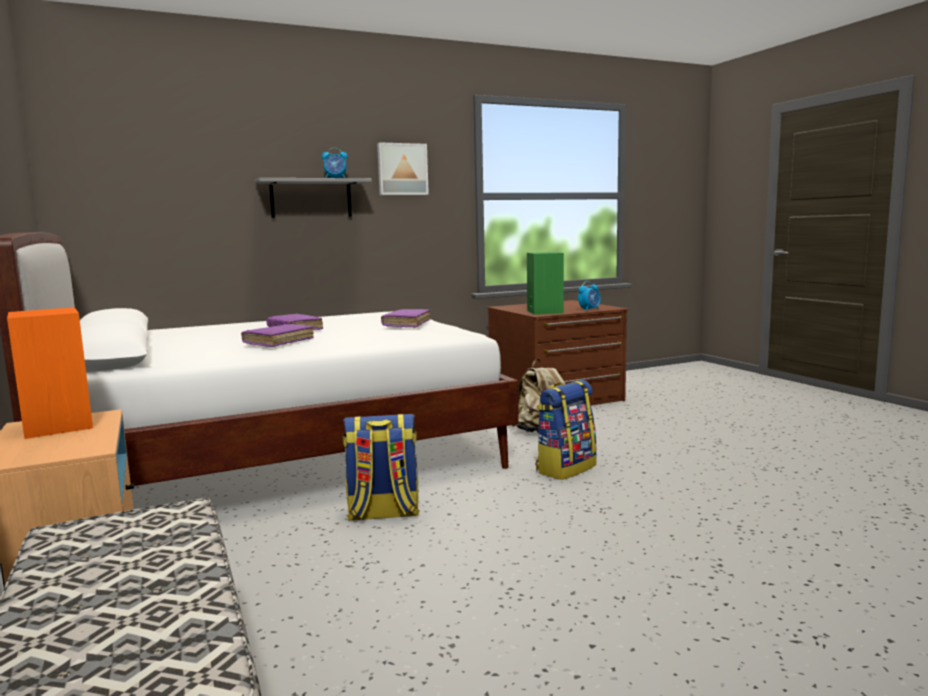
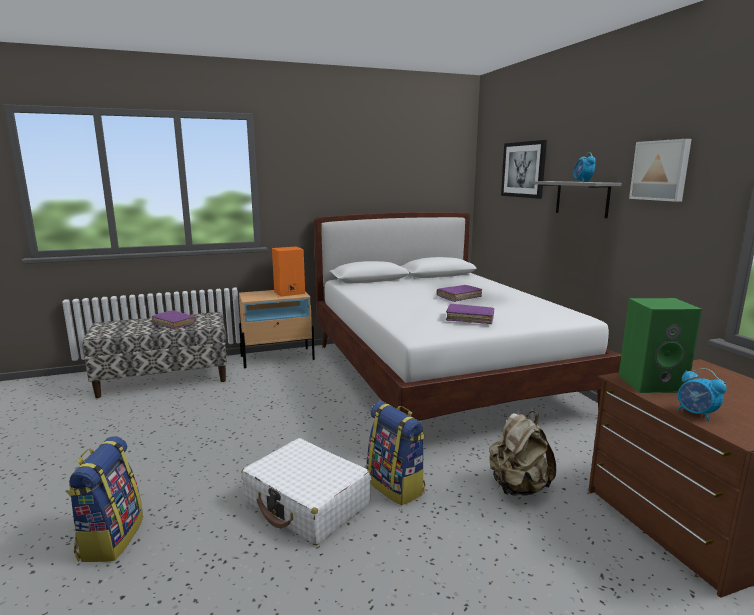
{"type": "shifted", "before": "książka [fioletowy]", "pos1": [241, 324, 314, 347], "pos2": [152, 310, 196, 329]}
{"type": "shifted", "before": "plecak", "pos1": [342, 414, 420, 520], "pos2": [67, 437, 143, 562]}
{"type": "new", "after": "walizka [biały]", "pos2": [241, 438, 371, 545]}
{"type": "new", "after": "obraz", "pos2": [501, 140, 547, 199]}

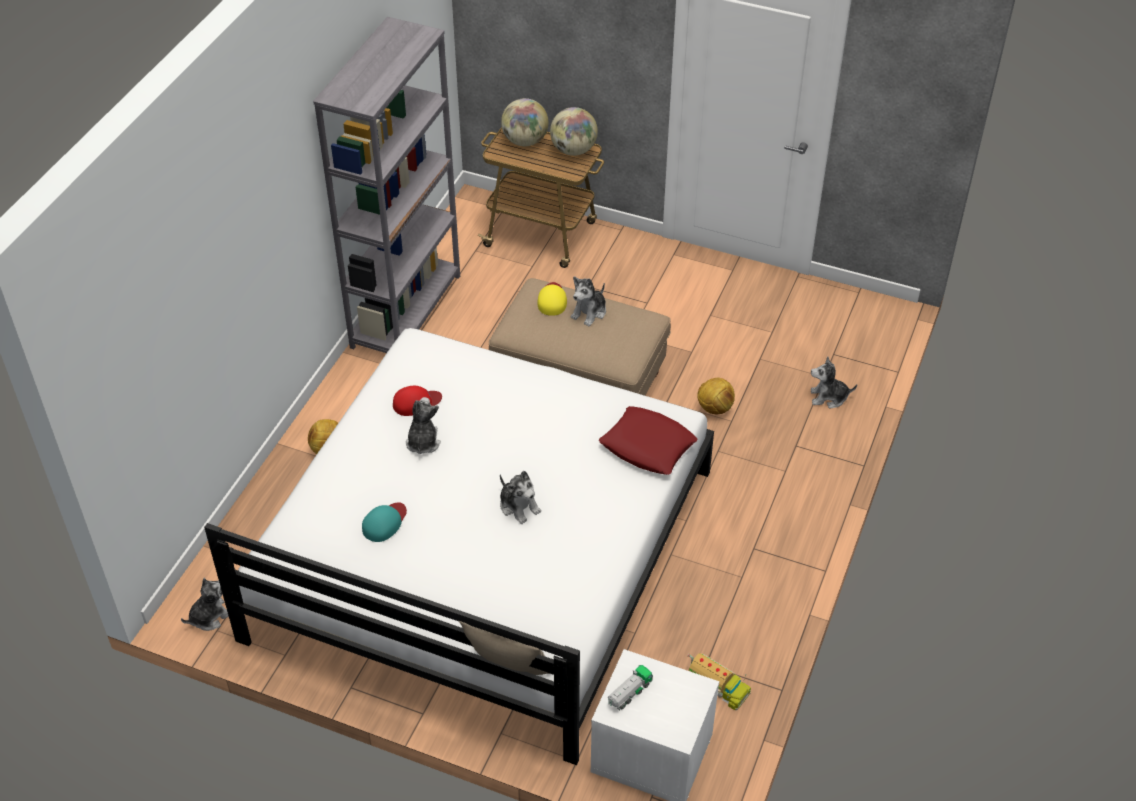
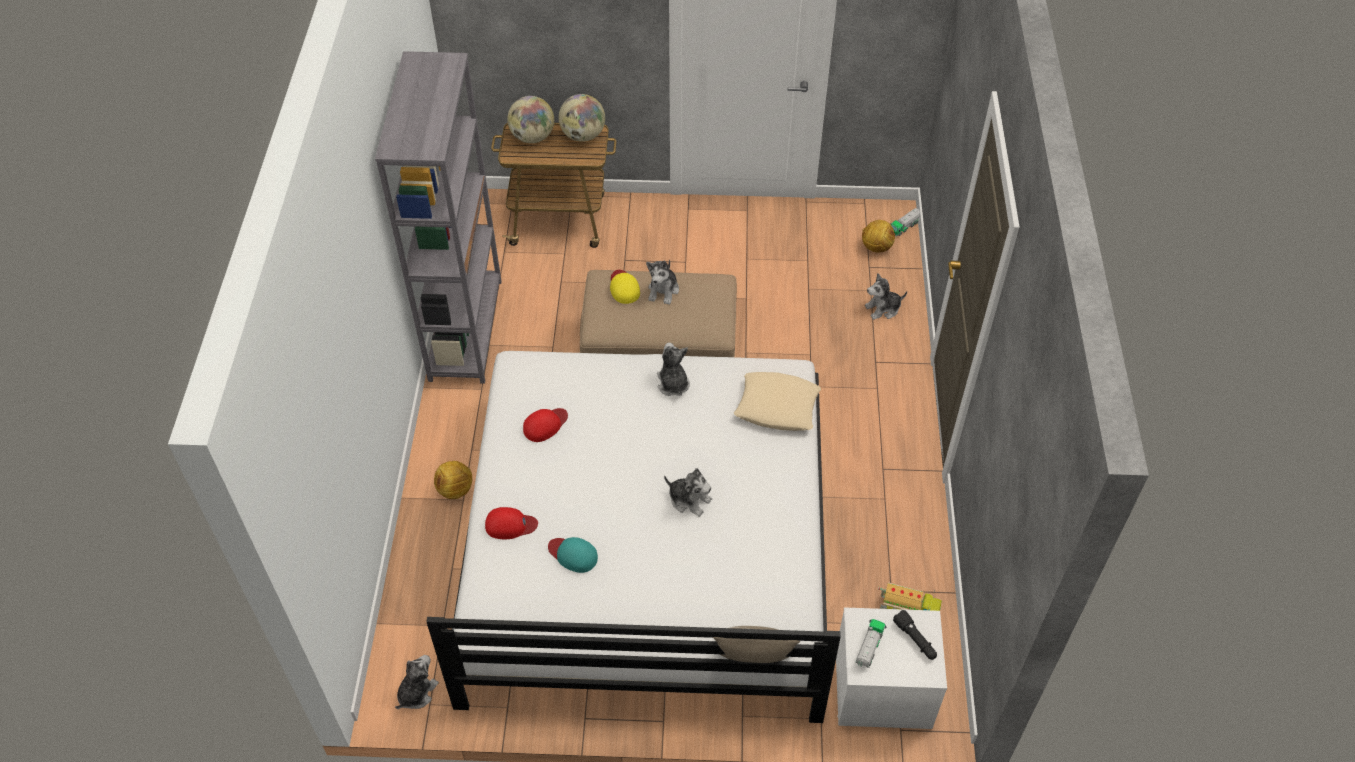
{"type": "rotated", "before": "czapka z daszkiem [turkusowy]", "pos1": [362, 502, 407, 542], "pos2": [548, 537, 598, 573], "turn": -75}
{"type": "shifted", "before": "pluszak", "pos1": [406, 397, 441, 454], "pos2": [657, 343, 690, 396]}
{"type": "repainted", "before": "poduszka [czerwony]", "after": "poduszka [beżowy]", "pos1": [599, 406, 698, 475], "pos2": [734, 372, 821, 431]}
{"type": "shifted", "before": "piłka futbolowa", "pos1": [697, 378, 735, 415], "pos2": [862, 220, 895, 253]}
{"type": "new", "after": "czapka z daszkiem [czerwony]", "pos2": [485, 507, 538, 539]}
{"type": "new", "after": "ciężarówka zabawkowa", "pos2": [890, 208, 920, 237]}
{"type": "new", "after": "latarka [czarny]", "pos2": [893, 610, 937, 660]}

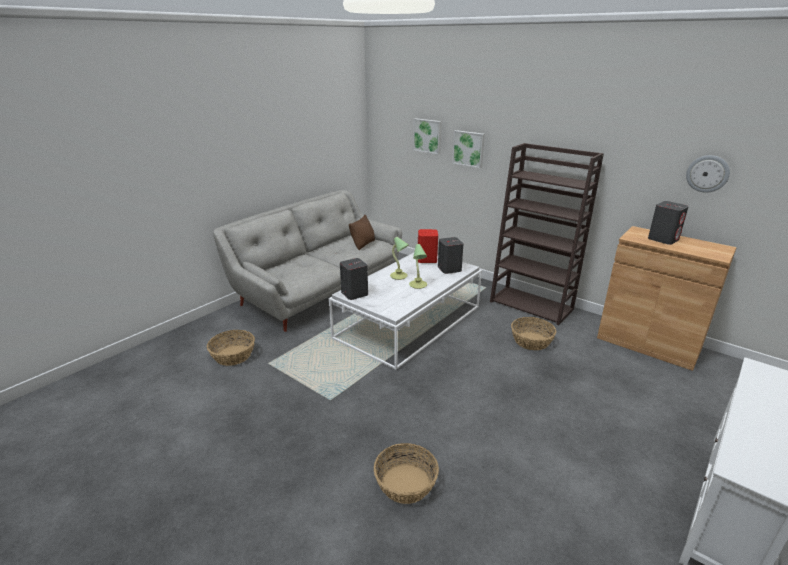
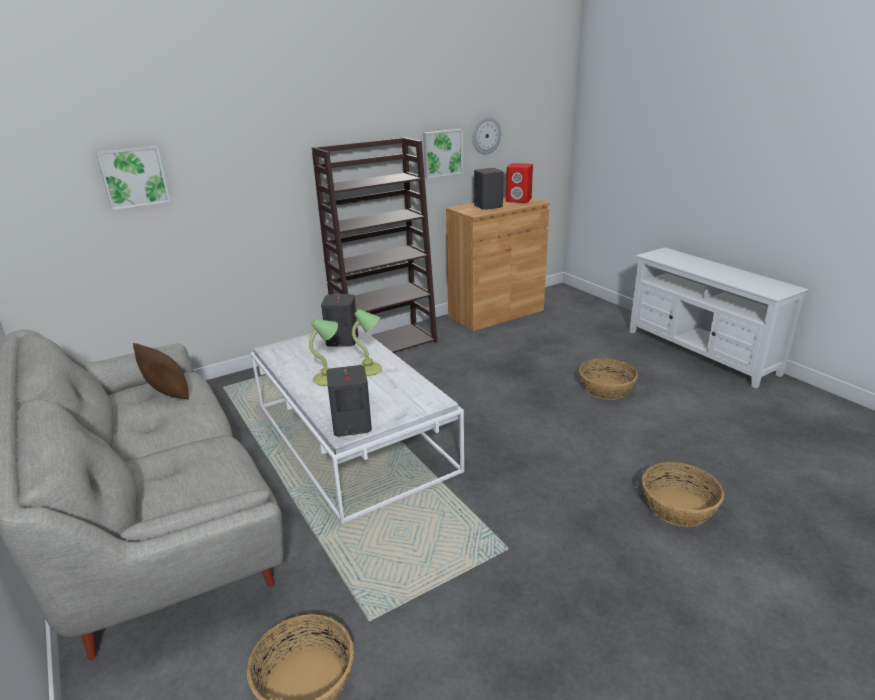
{"type": "shifted", "before": "głośnik [czerwony]", "pos1": [418, 229, 438, 263], "pos2": [506, 163, 533, 203]}
{"type": "shifted", "before": "obraz", "pos1": [452, 130, 485, 168], "pos2": [423, 129, 463, 179]}
{"type": "shifted", "before": "koszyk", "pos1": [511, 317, 556, 350], "pos2": [579, 358, 638, 400]}

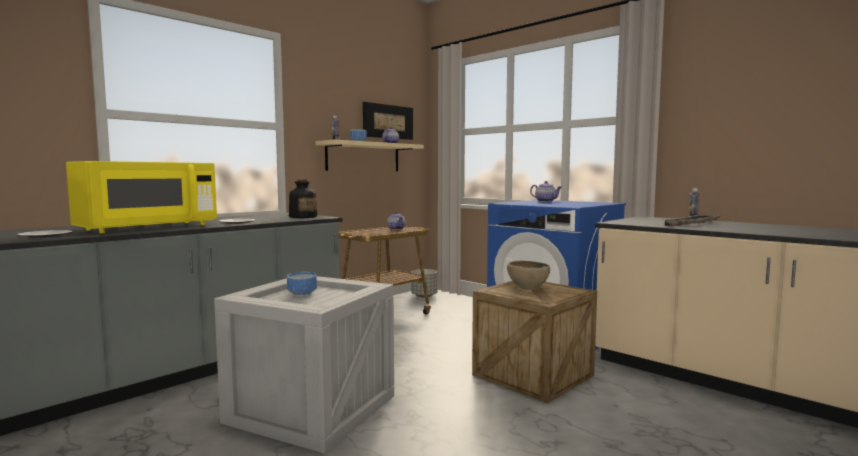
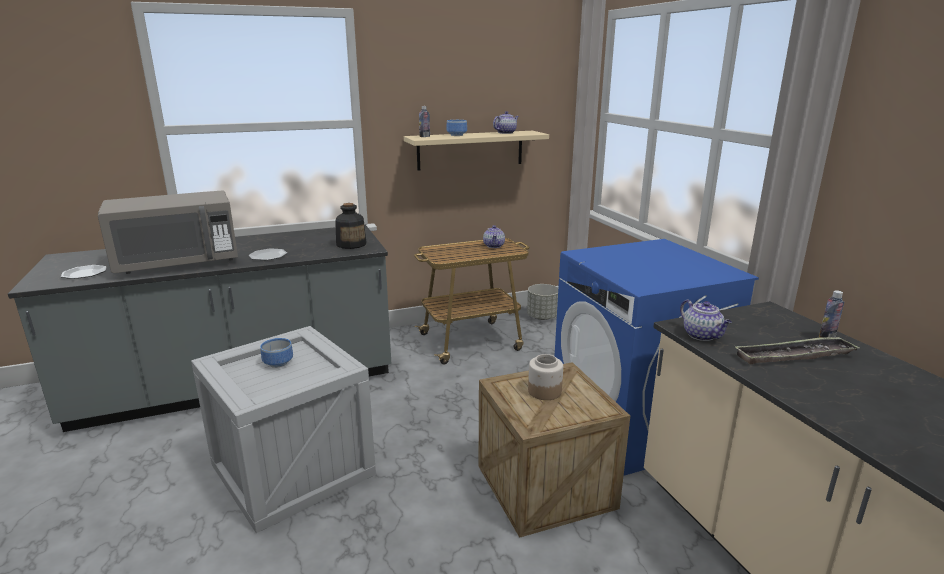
{"type": "repainted", "before": "mikrofalówka [żółty]", "after": "mikrofalówka [szary]", "pos1": [66, 161, 217, 233], "pos2": [98, 190, 238, 274]}
{"type": "gone", "before": "obraz", "pos1": [363, 102, 413, 140]}
{"type": "swapped", "before": "miska [brązowy]", "after": "słoik", "pos1": [507, 261, 550, 290], "pos2": [528, 354, 563, 400]}
{"type": "shifted", "before": "imbryk", "pos1": [530, 181, 561, 202], "pos2": [680, 300, 732, 341]}

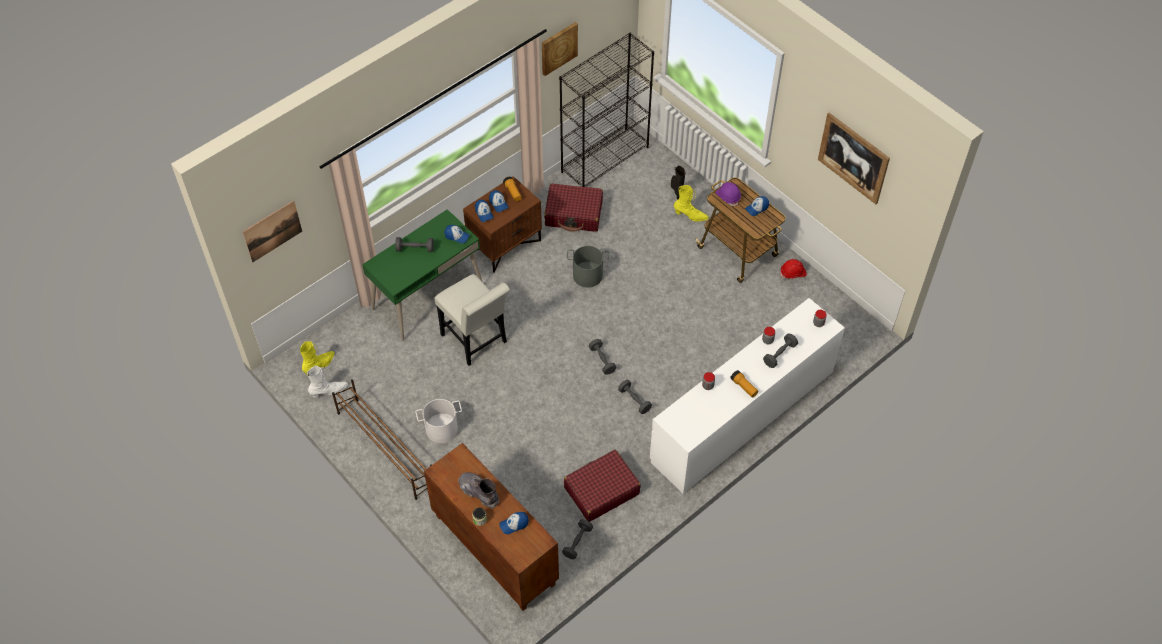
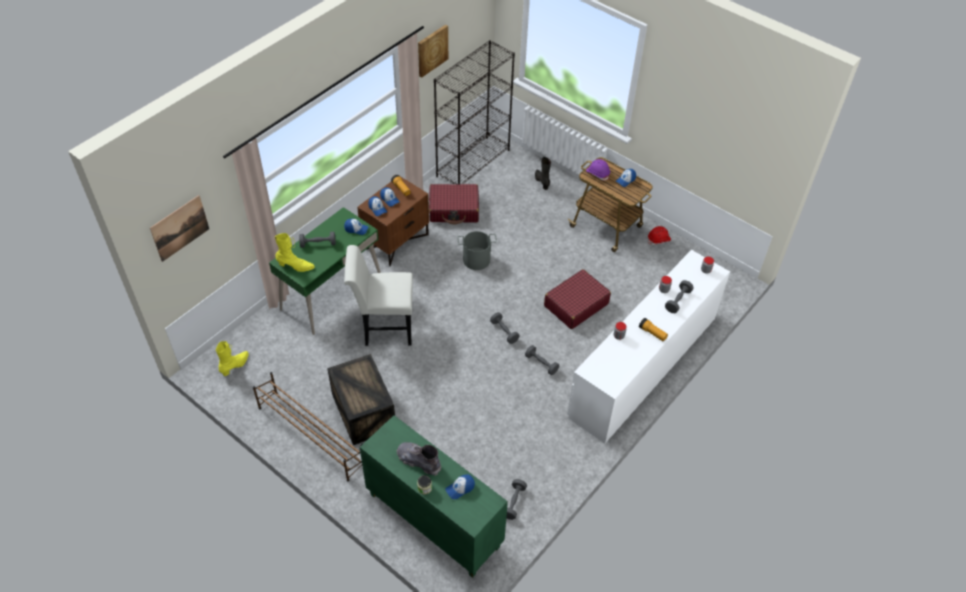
{"type": "gone", "before": "but z cholewką [biały]", "pos1": [307, 366, 348, 398]}
{"type": "swapped", "before": "wiadro [biały]", "after": "skrzynka", "pos1": [415, 399, 462, 443], "pos2": [327, 354, 395, 445]}
{"type": "repainted", "before": "szafka [brązowy]", "after": "szafka [zielony]", "pos1": [424, 443, 559, 611], "pos2": [360, 415, 508, 578]}
{"type": "rotated", "before": "krzesło [biały]", "pos1": [434, 274, 510, 366], "pos2": [344, 245, 413, 346], "turn": 135}
{"type": "shifted", "before": "walizka [czerwony]", "pos1": [564, 450, 641, 522], "pos2": [544, 269, 611, 329]}
{"type": "shifted", "before": "but z cholewką [żółty]", "pos1": [674, 185, 709, 222], "pos2": [275, 233, 315, 272]}
{"type": "gone", "before": "obraz", "pos1": [818, 113, 890, 204]}

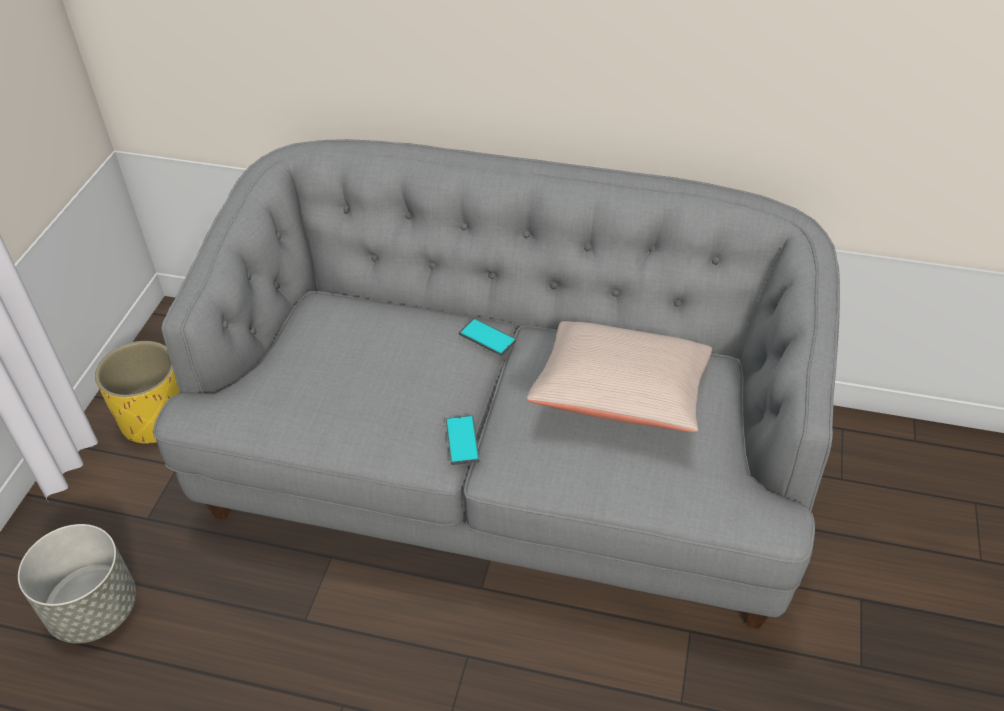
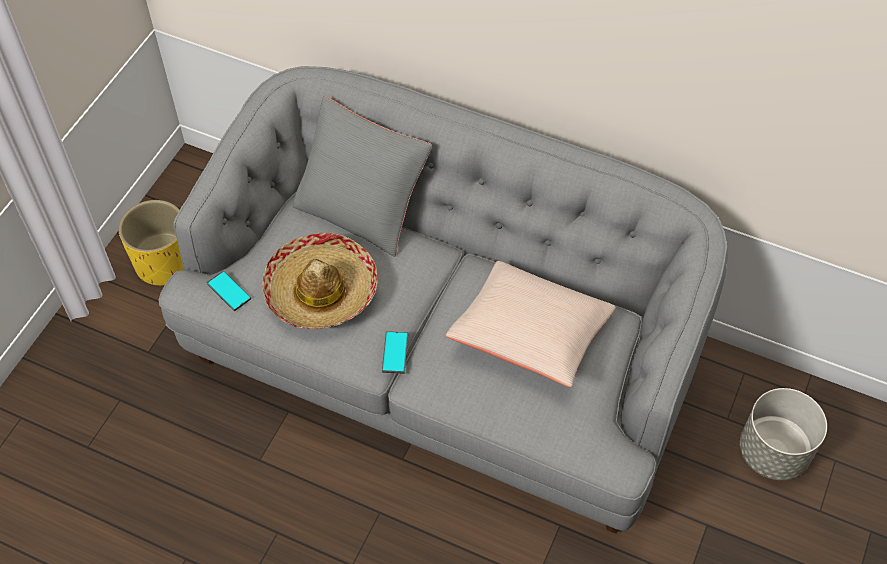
{"type": "shifted", "before": "donica [szary]", "pos1": [18, 524, 136, 644], "pos2": [740, 388, 827, 480]}
{"type": "shifted", "before": "telefon", "pos1": [459, 318, 516, 356], "pos2": [207, 271, 251, 311]}
{"type": "new", "after": "kapelusz", "pos2": [262, 233, 378, 329]}
{"type": "new", "after": "poduszka [szary]", "pos2": [293, 96, 432, 257]}

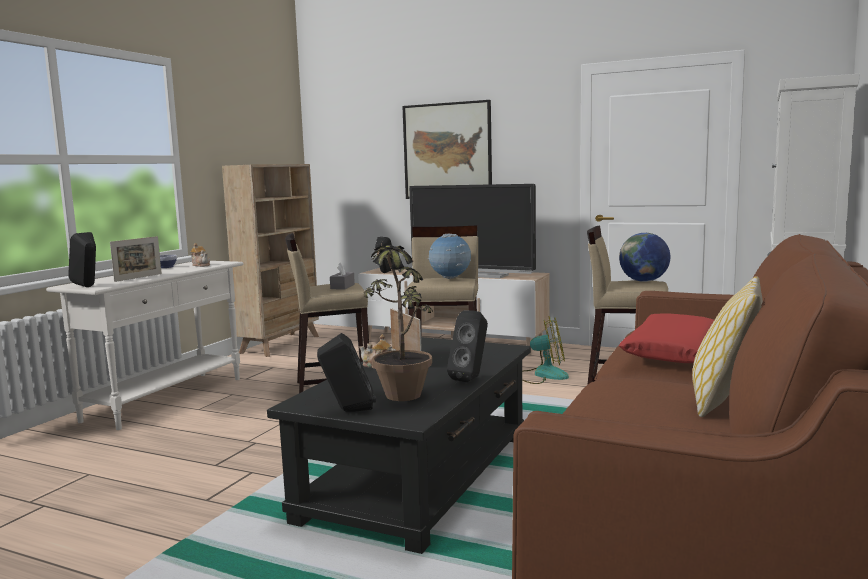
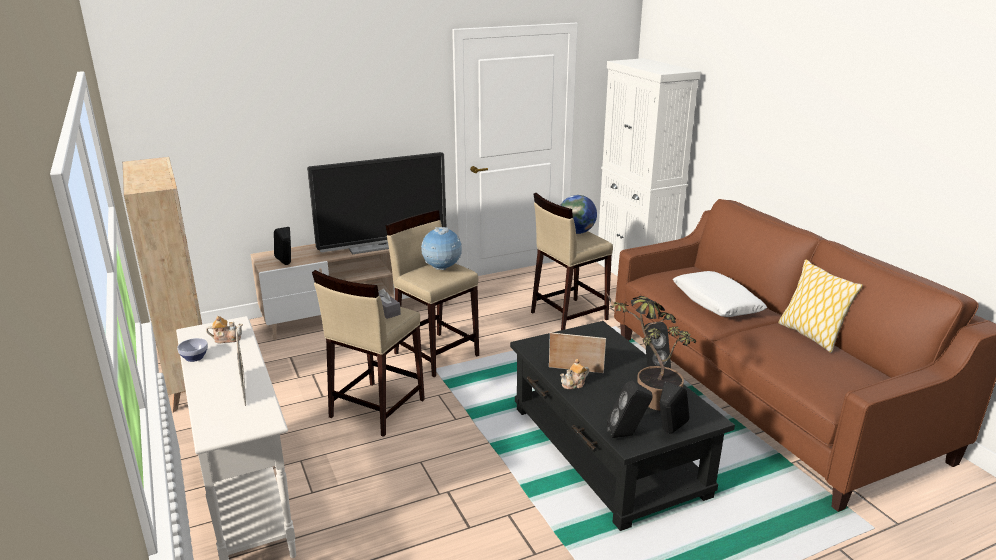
{"type": "shifted", "before": "głośnik [czarny]", "pos1": [68, 232, 96, 287], "pos2": [607, 380, 652, 438]}
{"type": "gone", "before": "obraz", "pos1": [402, 100, 492, 199]}
{"type": "gone", "before": "wentylator", "pos1": [522, 317, 569, 384]}
{"type": "repainted", "before": "poduszka [czerwony]", "after": "poduszka [biały]", "pos1": [619, 313, 714, 363], "pos2": [673, 271, 767, 317]}

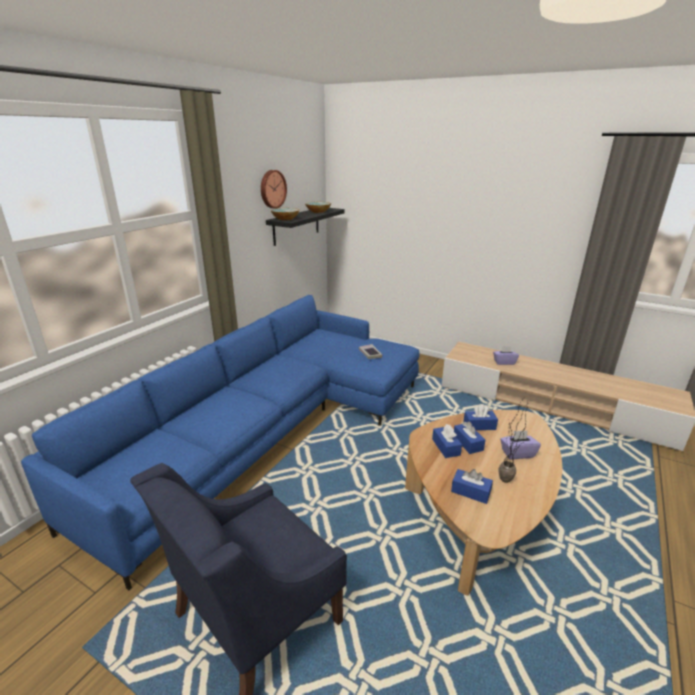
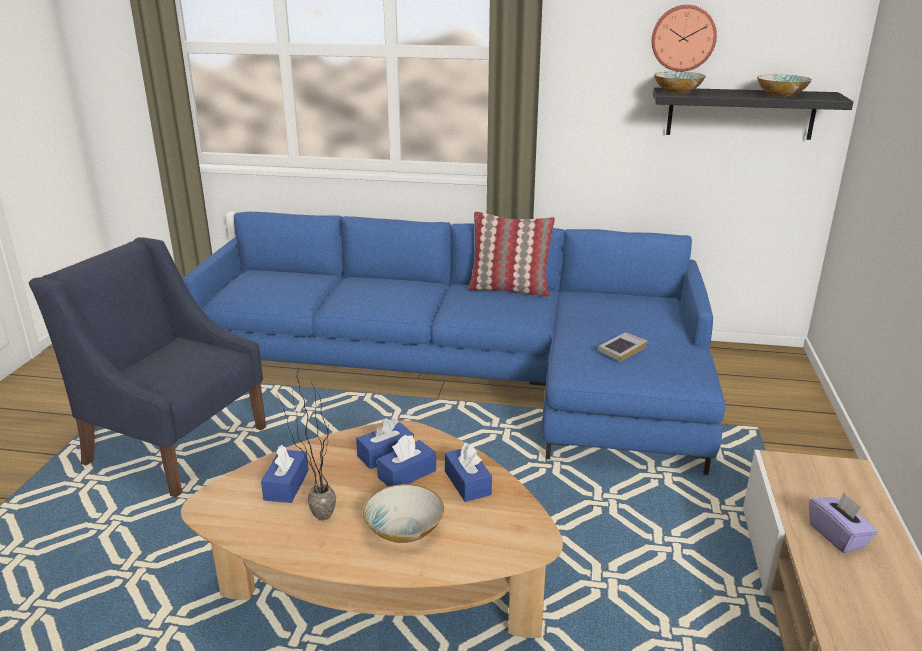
{"type": "swapped", "before": "pudełko chusteczek [fioletowy]", "after": "miska", "pos1": [500, 430, 541, 459], "pos2": [363, 484, 444, 543]}
{"type": "new", "after": "poduszka", "pos2": [468, 211, 555, 297]}

